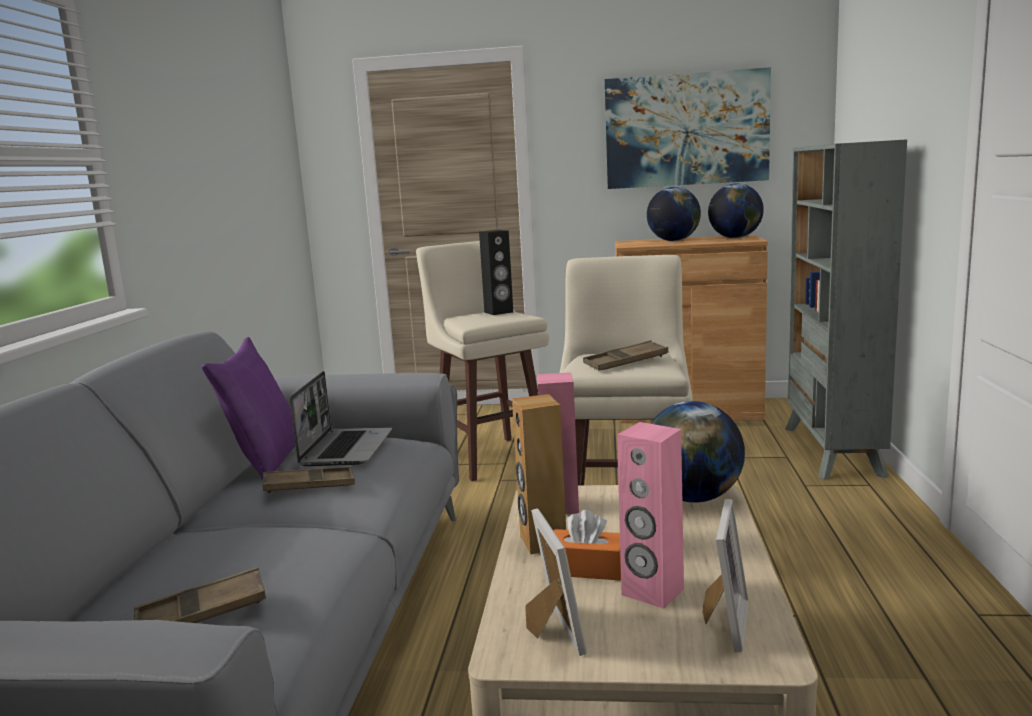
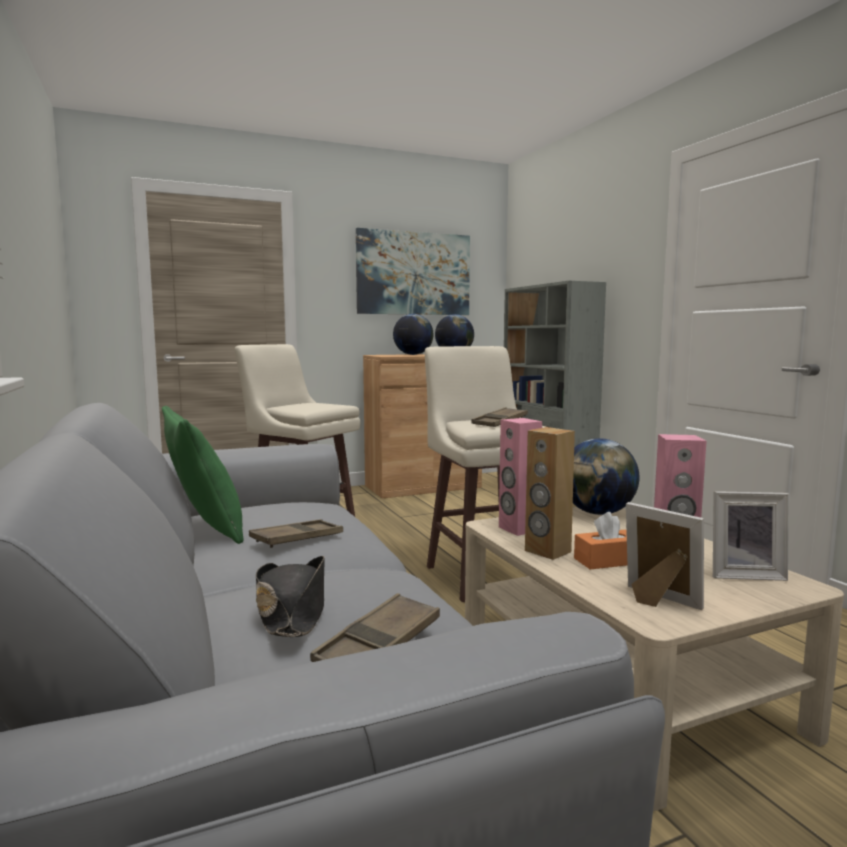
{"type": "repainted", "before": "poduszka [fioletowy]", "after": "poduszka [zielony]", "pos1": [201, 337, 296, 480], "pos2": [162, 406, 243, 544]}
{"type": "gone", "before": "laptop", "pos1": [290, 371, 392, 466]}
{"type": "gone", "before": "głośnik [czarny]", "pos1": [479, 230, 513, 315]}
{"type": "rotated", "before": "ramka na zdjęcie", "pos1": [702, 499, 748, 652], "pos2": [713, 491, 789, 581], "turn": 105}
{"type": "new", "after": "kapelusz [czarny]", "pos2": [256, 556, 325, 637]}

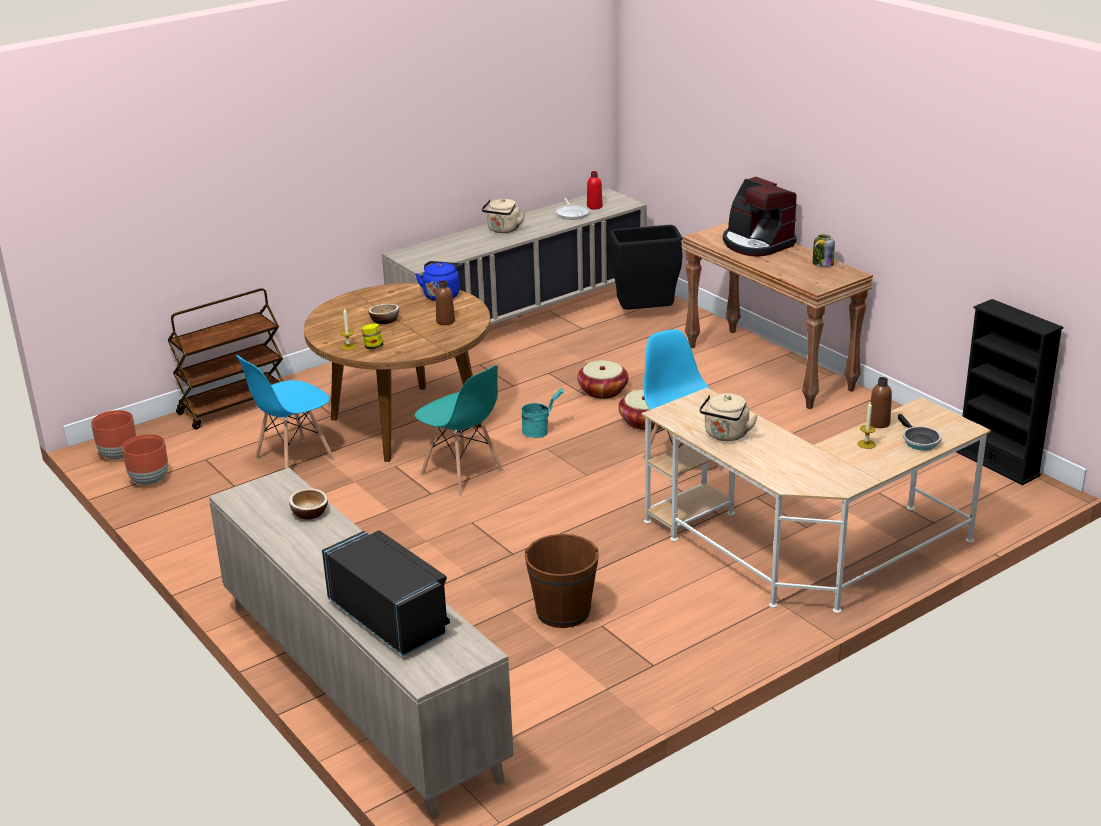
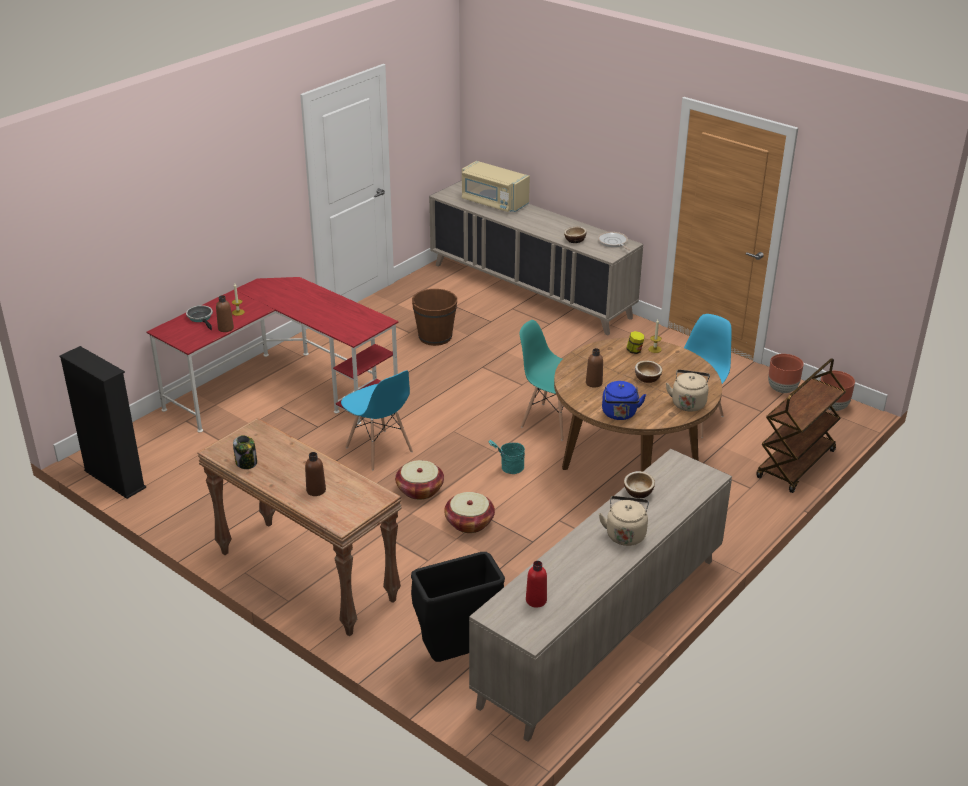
{"type": "repainted", "before": "mikrofalówka [czarny]", "after": "mikrofalówka [beżowy]", "pos1": [322, 530, 450, 657], "pos2": [462, 161, 530, 212]}
{"type": "shifted", "before": "patelnia", "pos1": [556, 198, 590, 220], "pos2": [598, 232, 630, 251]}
{"type": "repainted", "before": "biurko [beżowy]", "after": "biurko [czerwony]", "pos1": [642, 388, 991, 613], "pos2": [147, 277, 398, 432]}
{"type": "shifted", "before": "czajnik [beżowy]", "pos1": [699, 393, 758, 441], "pos2": [666, 370, 710, 412]}
{"type": "swapped", "before": "ekspres do kawy", "after": "butelka [brązowy]", "pos1": [723, 177, 797, 257], "pos2": [305, 452, 326, 496]}
{"type": "new", "after": "miska", "pos2": [624, 471, 655, 498]}

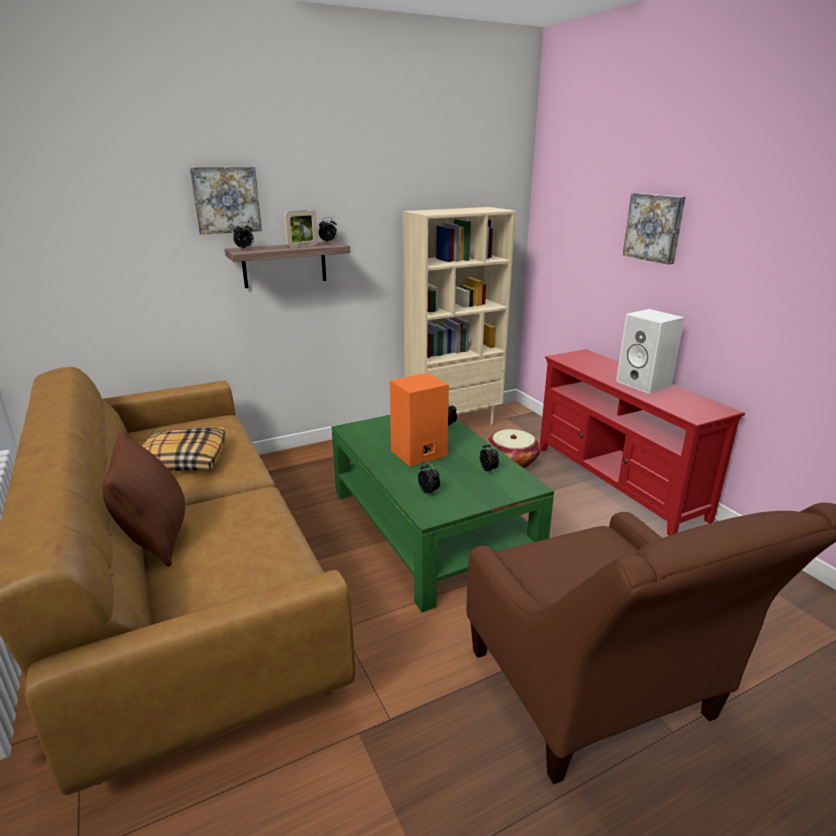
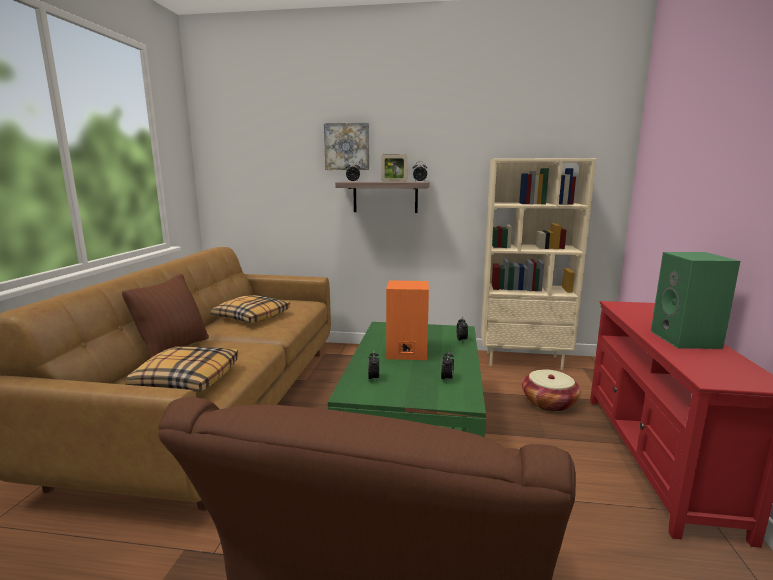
{"type": "repainted", "before": "głośnik [biały]", "after": "głośnik [zielony]", "pos1": [616, 309, 685, 394], "pos2": [651, 252, 740, 349]}
{"type": "gone", "before": "obraz", "pos1": [623, 193, 686, 264]}
{"type": "new", "after": "poduszka", "pos2": [125, 346, 238, 392]}

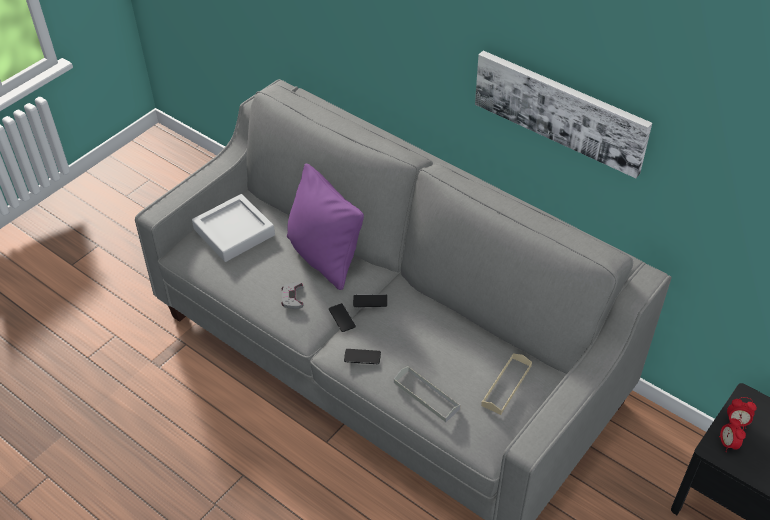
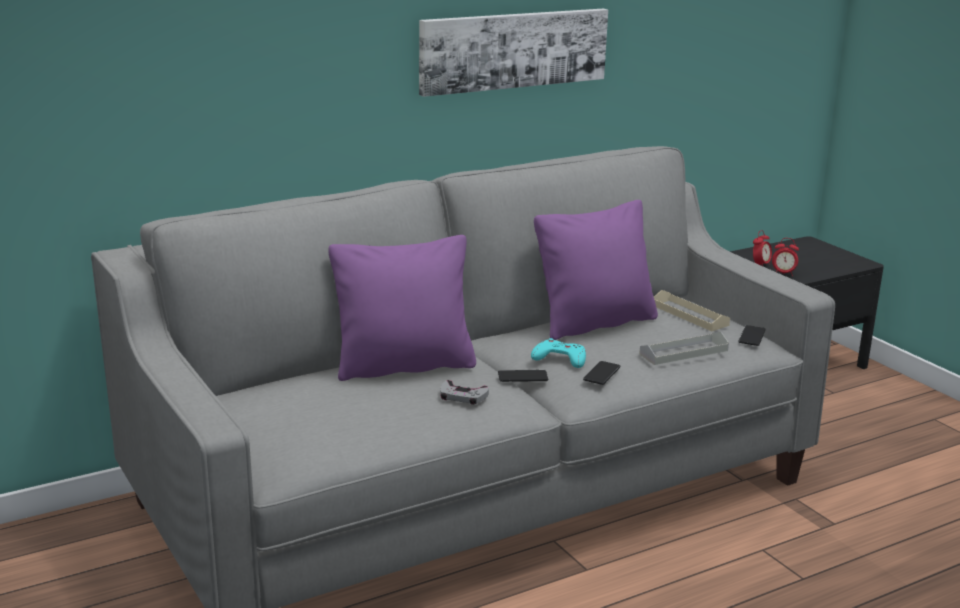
{"type": "gone", "before": "taca [szary]", "pos1": [192, 194, 275, 262]}
{"type": "shifted", "before": "telefon", "pos1": [353, 294, 387, 307], "pos2": [739, 325, 765, 346]}
{"type": "new", "after": "pad do gier [turkusowy]", "pos2": [531, 338, 586, 368]}
{"type": "new", "after": "poduszka [fioletowy]", "pos2": [534, 200, 658, 340]}

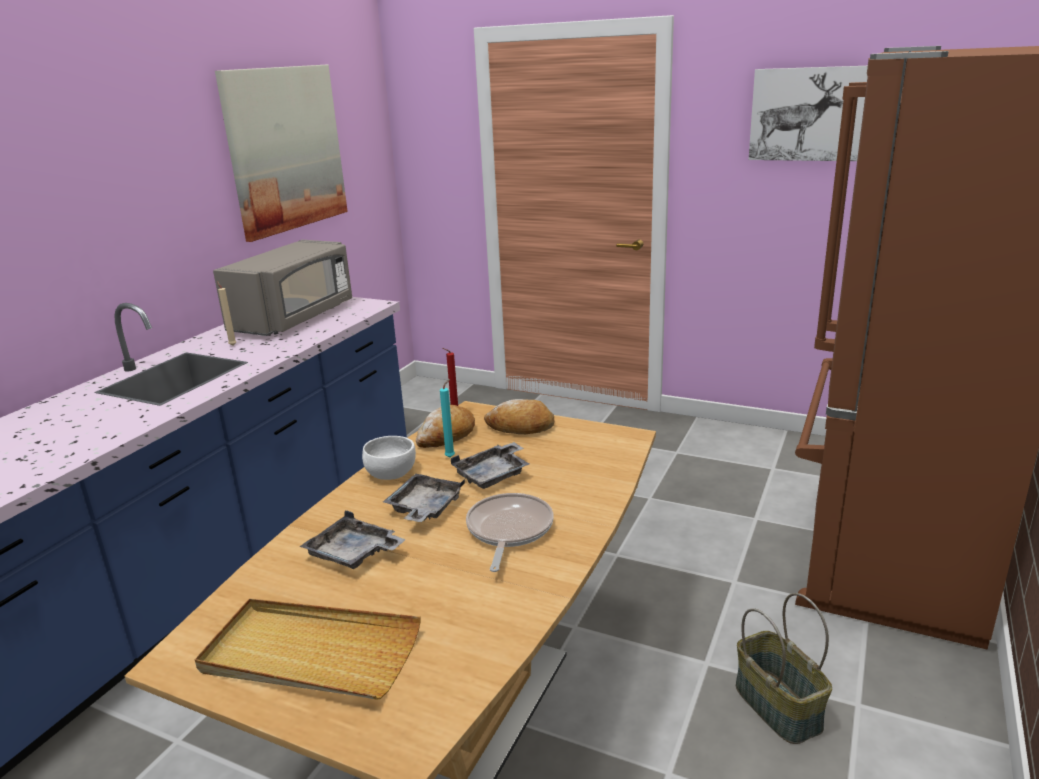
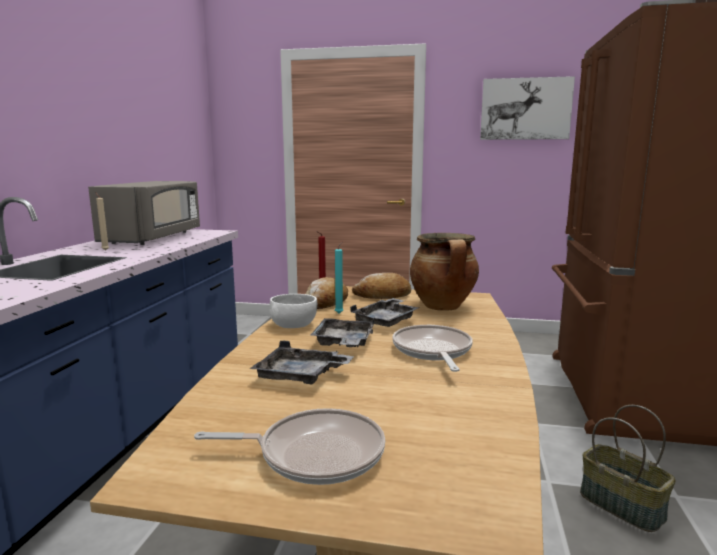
{"type": "swapped", "before": "taca [beżowy]", "after": "patelnia", "pos1": [195, 599, 421, 700], "pos2": [194, 408, 385, 485]}
{"type": "gone", "before": "obraz", "pos1": [215, 64, 348, 242]}
{"type": "new", "after": "garnek", "pos2": [410, 233, 479, 311]}

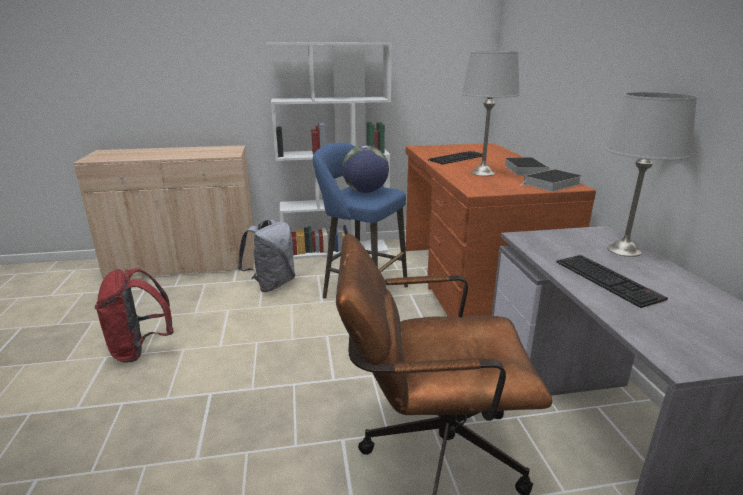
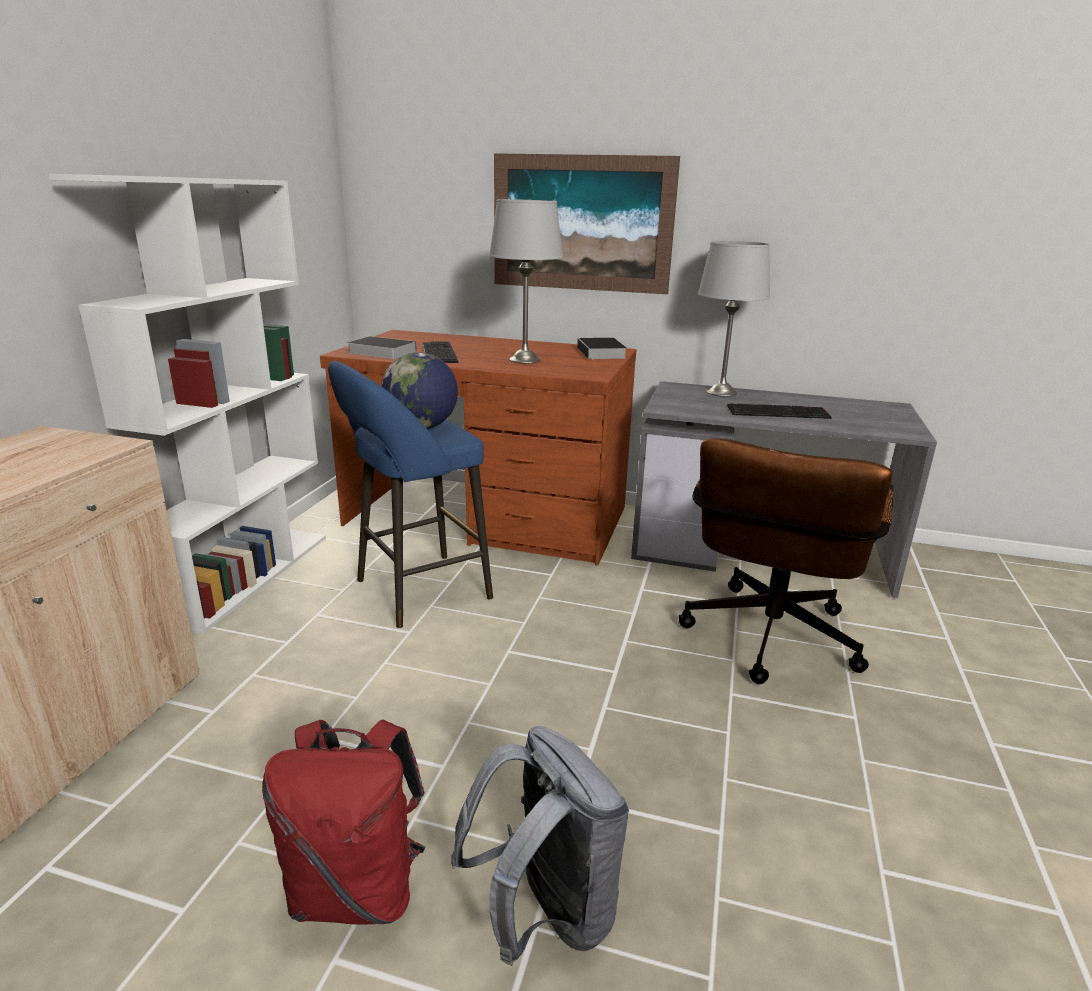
{"type": "shifted", "before": "plecak [szary]", "pos1": [238, 220, 295, 292], "pos2": [451, 726, 629, 966]}
{"type": "shifted", "before": "książka", "pos1": [504, 157, 549, 175], "pos2": [347, 336, 416, 359]}
{"type": "new", "after": "obraz", "pos2": [494, 153, 680, 294]}

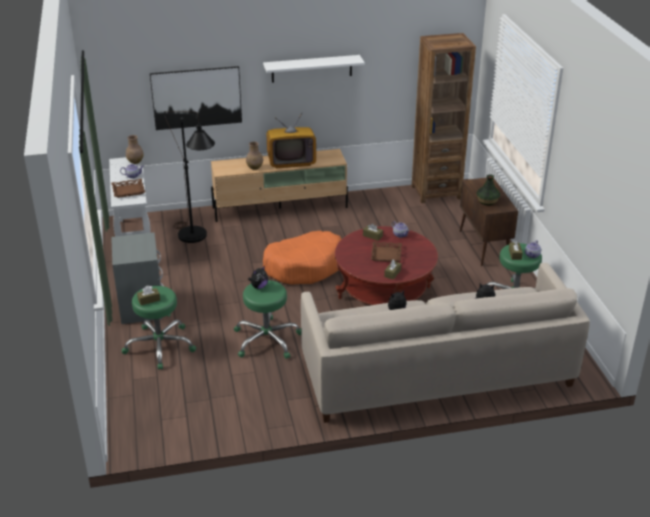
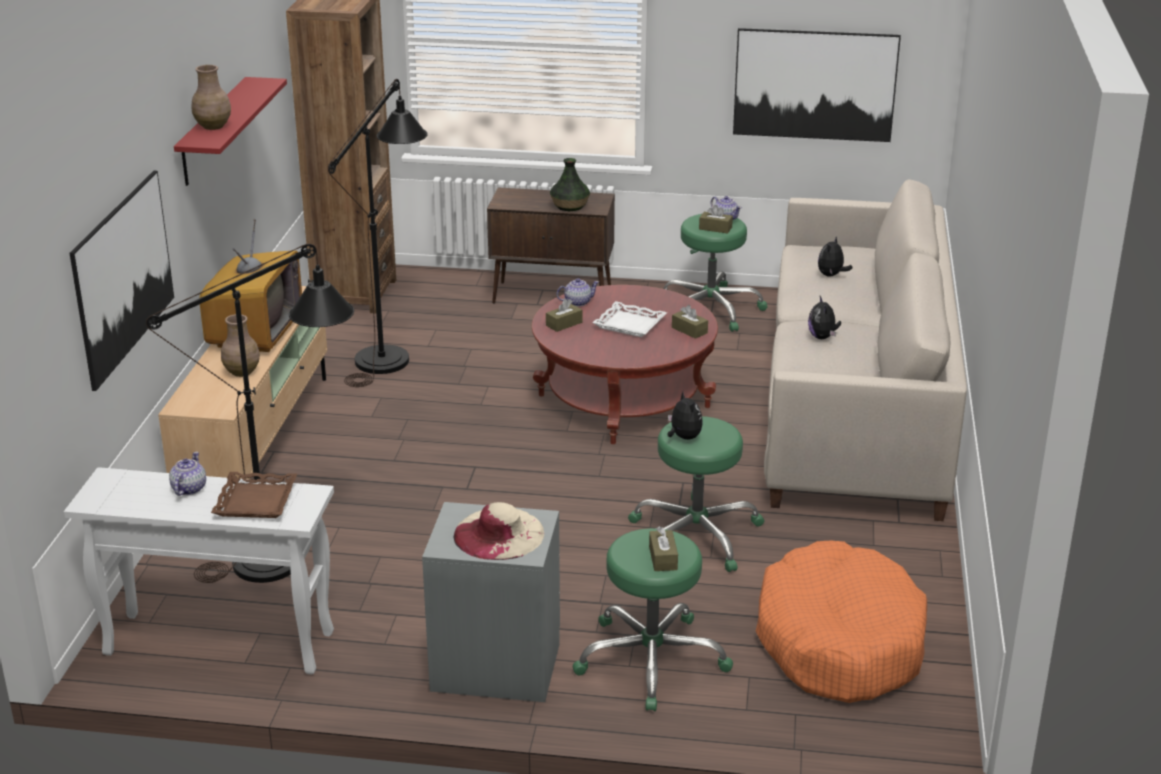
{"type": "shifted", "before": "wazon [brązowy]", "pos1": [126, 135, 144, 164], "pos2": [192, 65, 231, 130]}
{"type": "repainted", "before": "półka [biały]", "after": "półka [czerwony]", "pos1": [263, 55, 365, 83], "pos2": [174, 77, 287, 186]}
{"type": "shifted", "before": "legowisko [pomarańczowy]", "pos1": [263, 231, 341, 285], "pos2": [756, 541, 927, 703]}
{"type": "repainted", "before": "taca [brązowy]", "after": "taca [biały]", "pos1": [371, 242, 402, 262], "pos2": [592, 301, 667, 337]}
{"type": "new", "after": "lampa stojąca [czarny]", "pos2": [328, 79, 428, 387]}
{"type": "new", "after": "kapelusz [beżowy]", "pos2": [453, 502, 544, 560]}
{"type": "new", "after": "obraz", "pos2": [733, 28, 901, 142]}

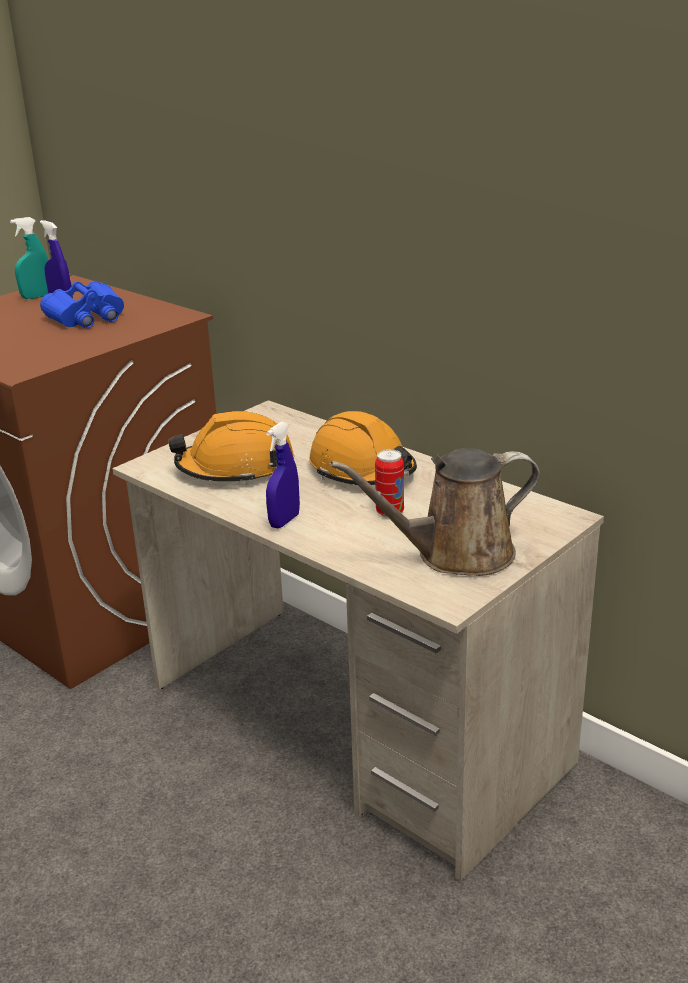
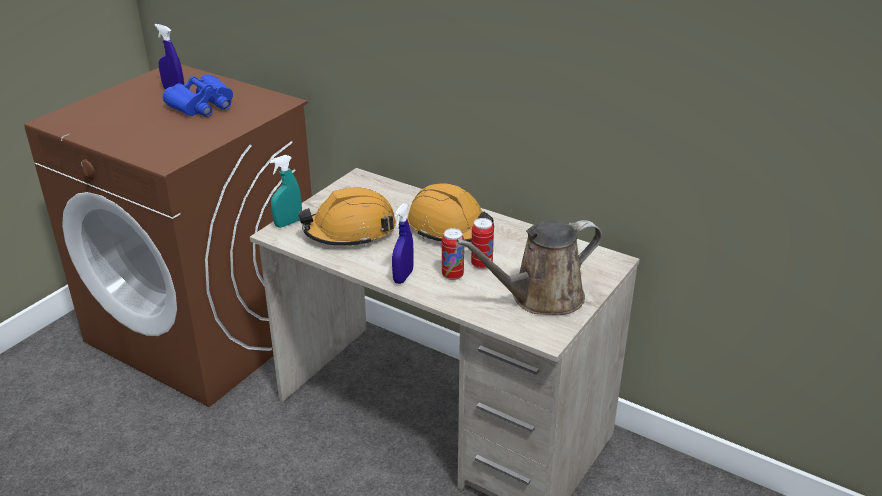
{"type": "shifted", "before": "spryskiwacz [turkusowy]", "pos1": [10, 217, 49, 299], "pos2": [270, 155, 302, 228]}
{"type": "new", "after": "puszka", "pos2": [442, 228, 464, 280]}

